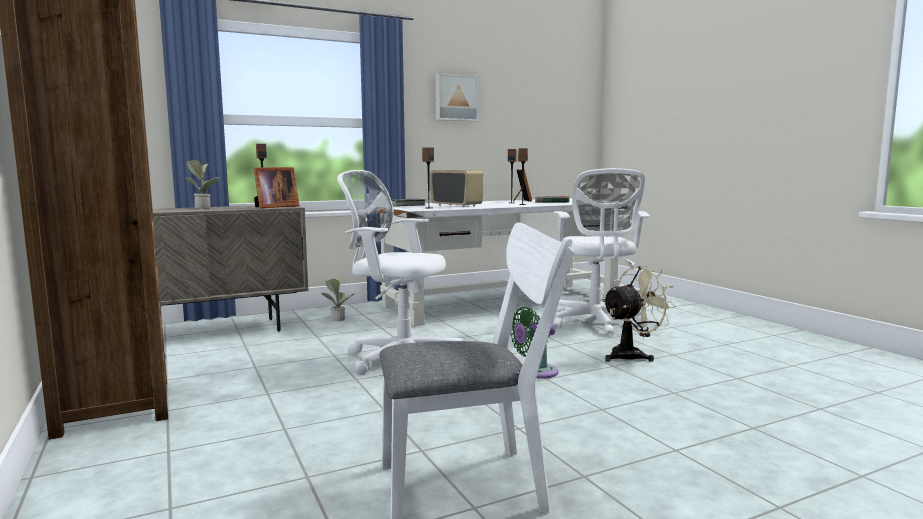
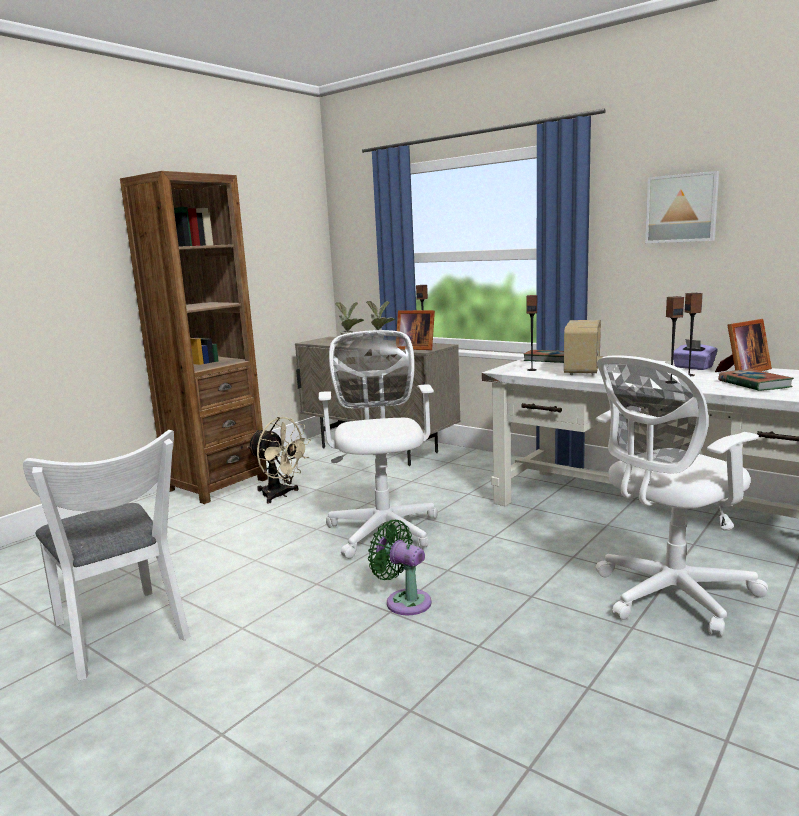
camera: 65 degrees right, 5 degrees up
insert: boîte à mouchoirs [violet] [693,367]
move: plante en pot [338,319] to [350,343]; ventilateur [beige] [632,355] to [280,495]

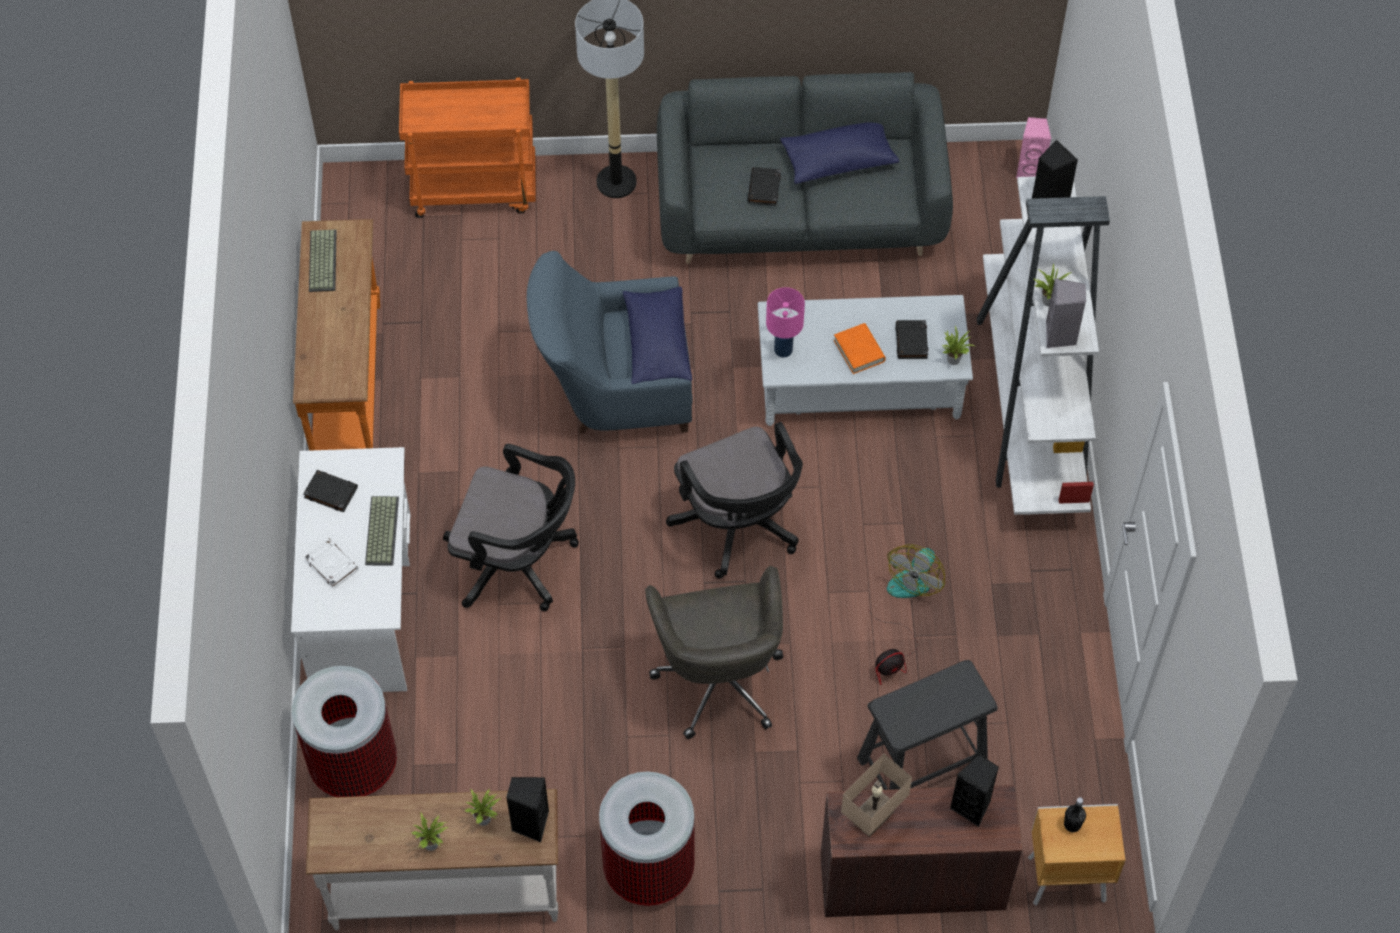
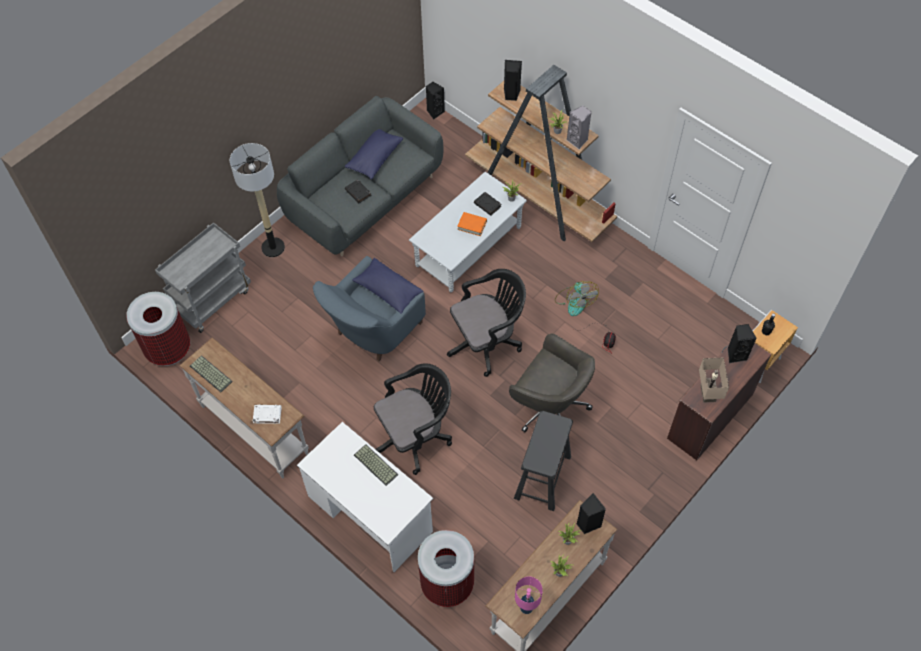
camera: 45 degrees left, 0 degrees up
delete: livre [noir] [330,493]
move: livre [blanc] [331,565] to [267,415]; poubelle [649,869] to [168,349]; lampe de table [rose] [783,350] to [526,608]; tabouret [noir] [923,765] to [542,477]
recolor: table console [orange] [350,387] to table console [blanc] [255,429]; chariot [orange] [475,189] to chariot [gris] [213,299]; bibliothèque [blanc] [1031,403] to bibliothèque [marron] [539,199]; enceinte [rose] [1030,169] to enceinte [noir] [435,112]
rotate: chaise de bureau [noir] [739,527] = [487,341] 45 degrees counterclockwise

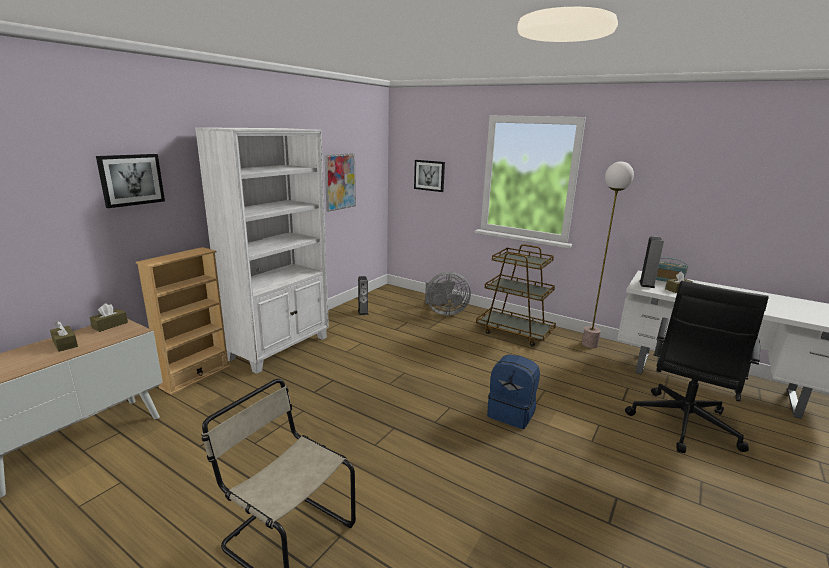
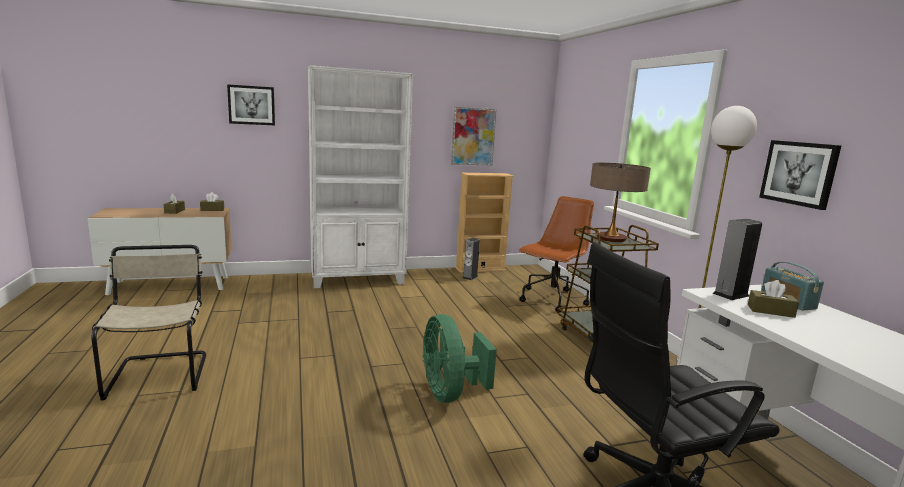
camera: 40 degrees right, 5 degrees down
insert: lampe de table [611,239]
move: bibliothèque [beige] [195,377] to [480,269]; tableau [429,175] to [799,173]
replace: ventilateur [gris] [444,312] to chaise de bureau [marron] [552,300]; sac à dos [bleu] [512,413] to ventilateur [vert] [450,393]

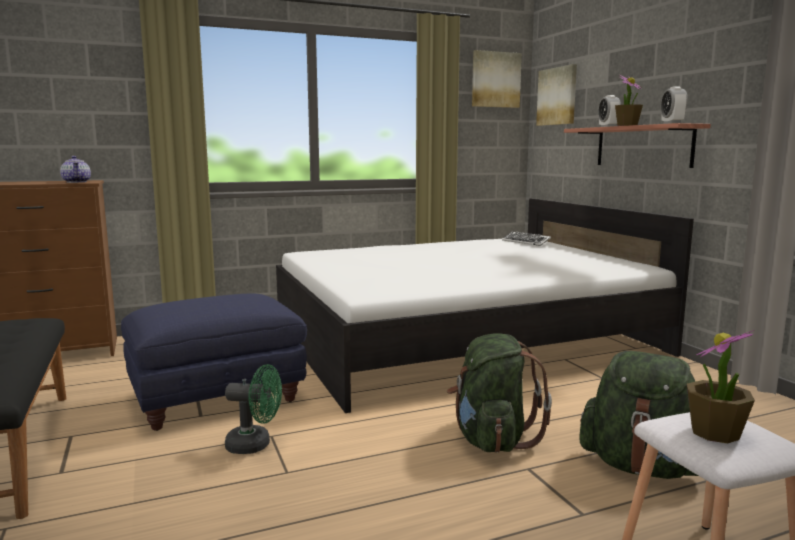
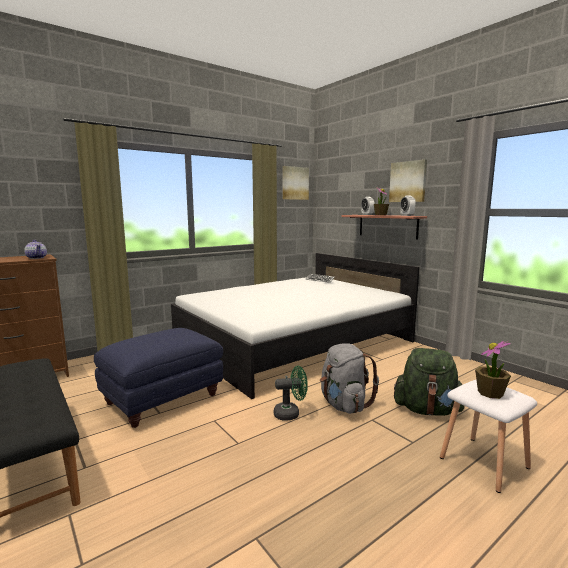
camera: 15 degrees left, 0 degrees up
move: ventilateur [vert] [255,445] to [291,413]; tableau [557,96] to [408,181]
recolor: sac à dos [vert] [492,439] to sac à dos [gris] [344,405]

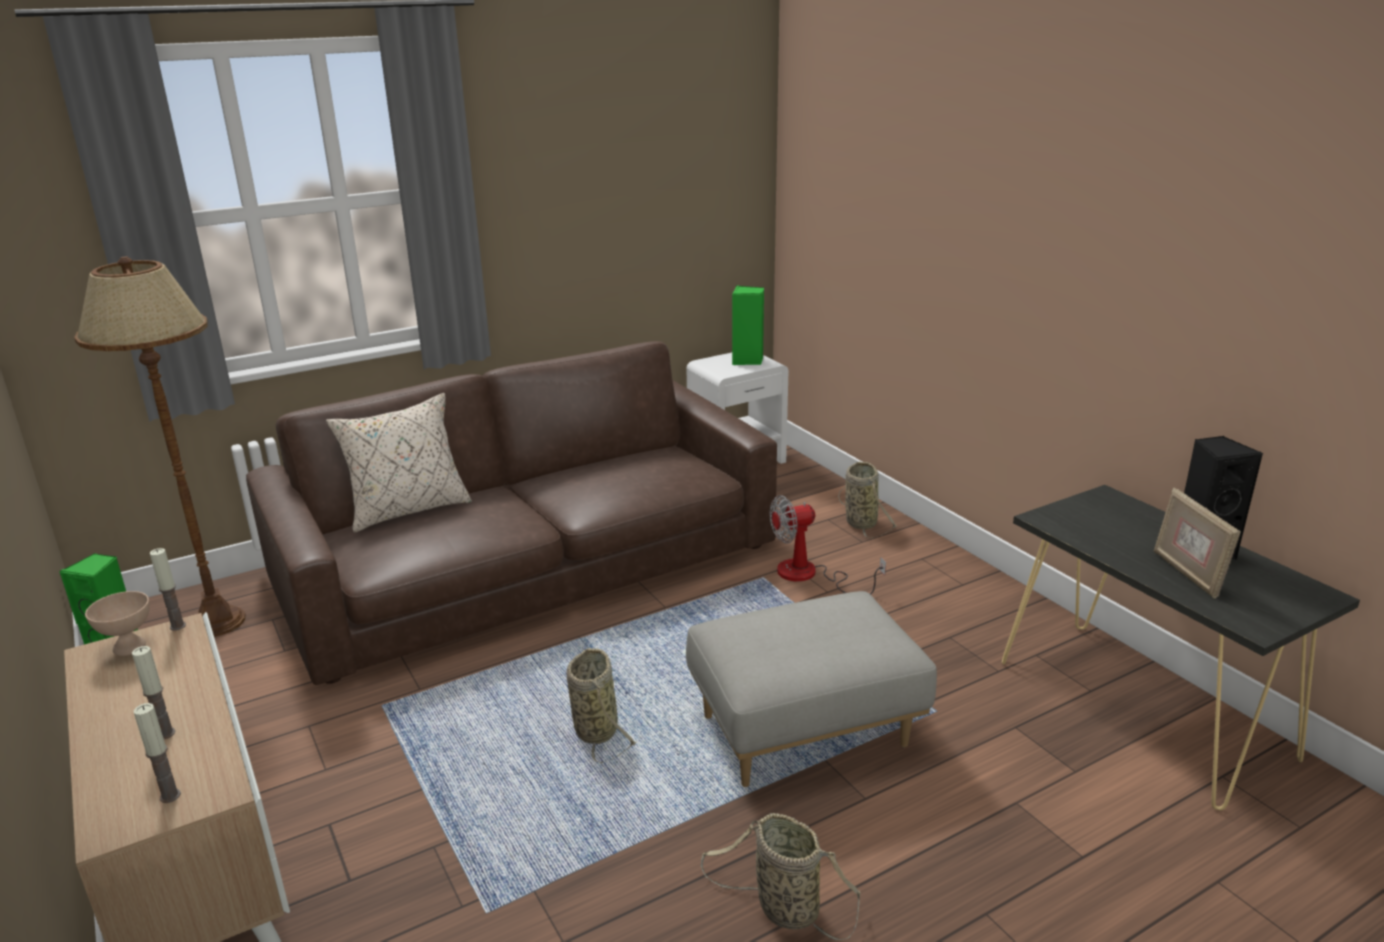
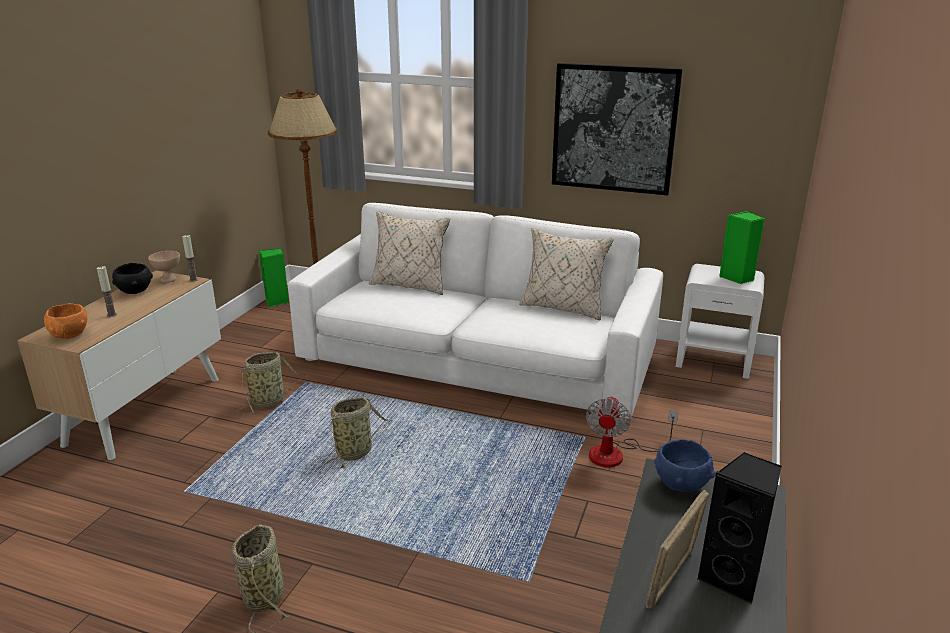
camera: 50 degrees right, 0 degrees up
delete: pouf [gris] [804,732]
insert: bol [noir] [134,292]; coussin [beige] [563,307]; tableau [614,129]; bol [bleu] [680,485]
move: panier [860,521] to [270,401]
replace: bougie [170,796] to bol [orange] [69,336]
recolor: canapé [marron] [530,566] to canapé [blanc] [477,356]
rotate: ventilateur [810,575] = [617,454] 105 degrees counterclockwise

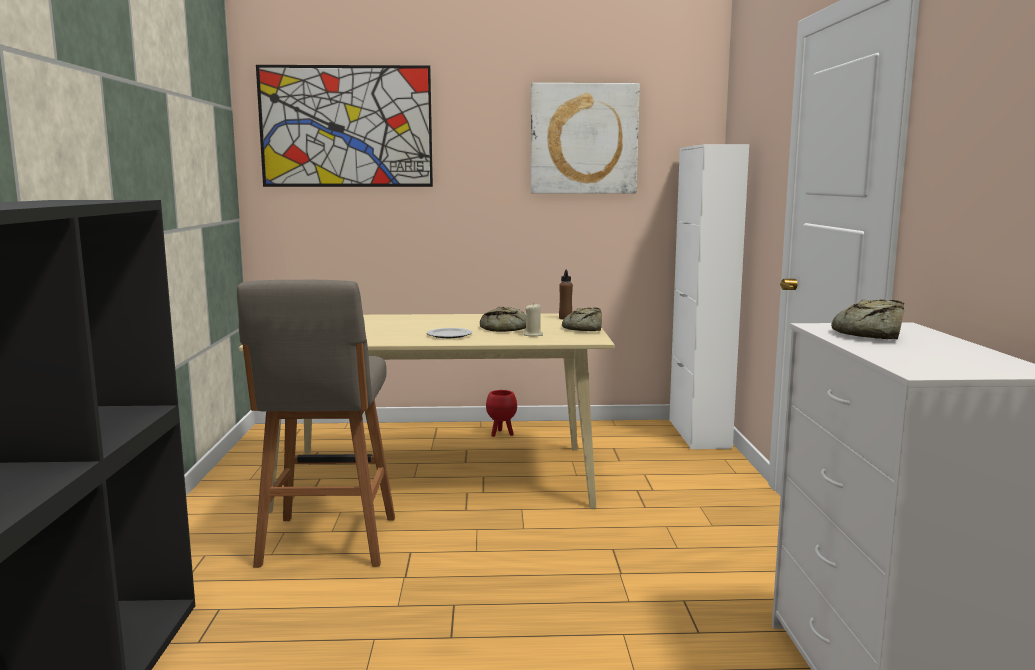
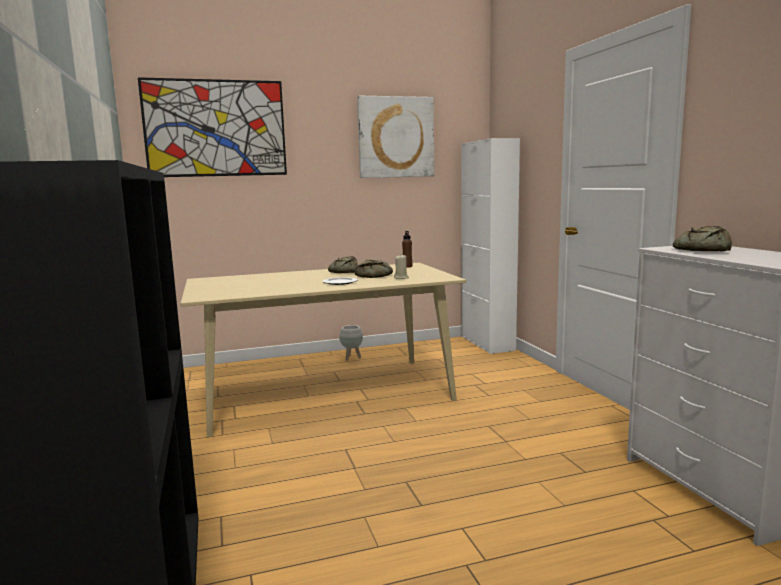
camera: 15 degrees left, 0 degrees up
delete: tabouret [gris] [327,543]
move: pain [584,328] to [344,272]
recolor: cache-pot [rouge] [501,434] to cache-pot [blanc] [352,358]

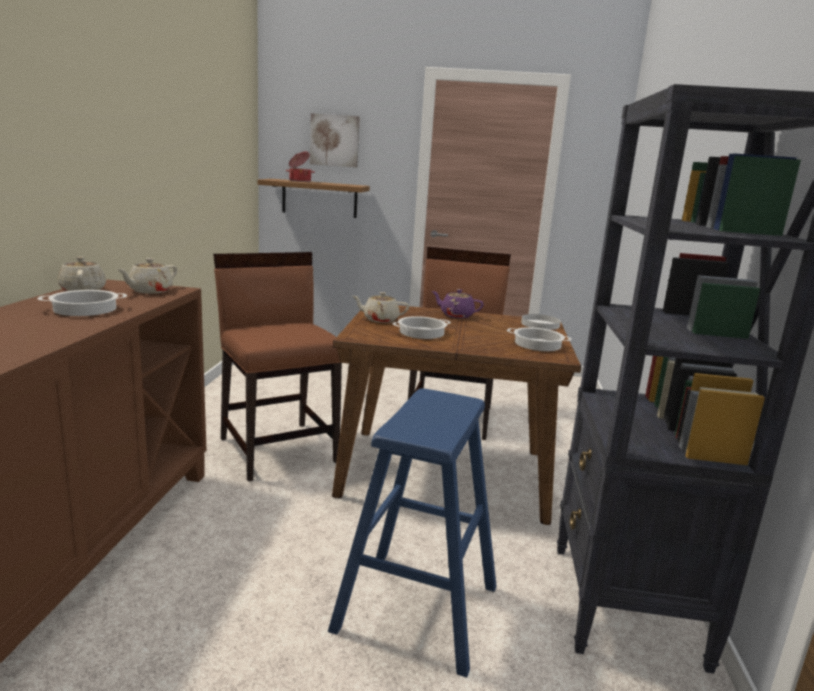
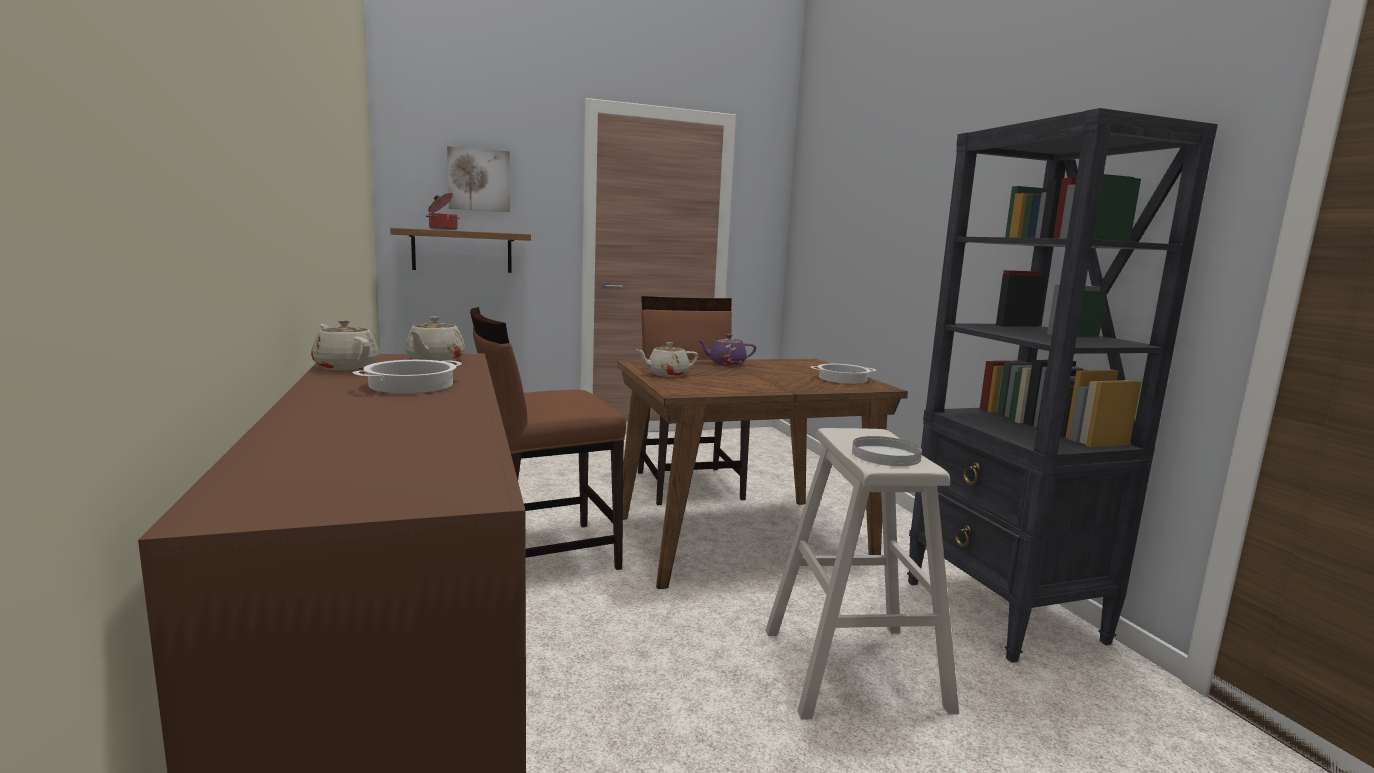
camera: 25 degrees left, 5 degrees down
delete: marmite [421,332]
move: assiette [blanc] [540,324] to [886,455]
recolor: tabouret [bleu] [417,608] to tabouret [beige] [854,669]
rotate: chaise [marron] [278,449] = [543,554] 60 degrees counterclockwise

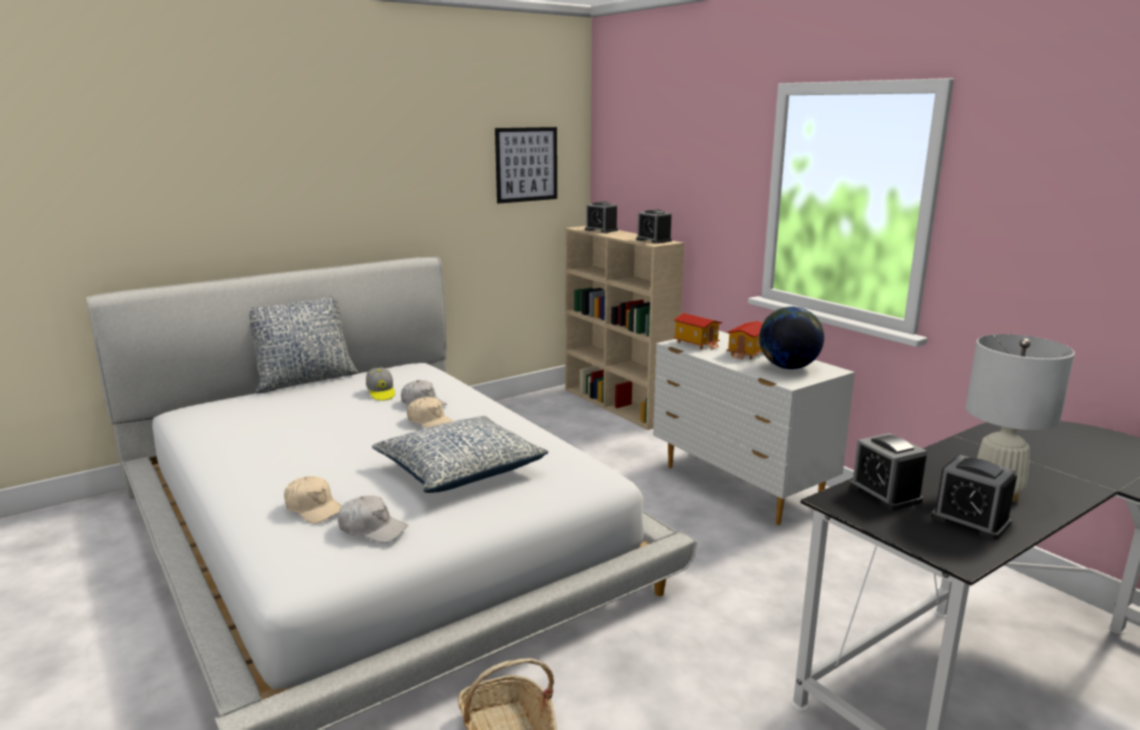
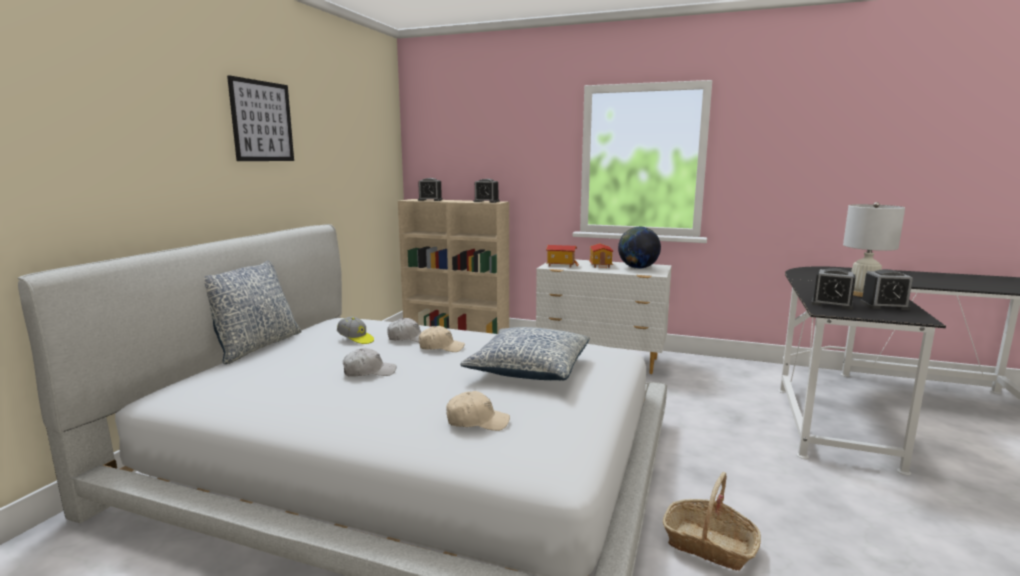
camera: 35 degrees left, 5 degrees down
move: casquette [blanc] [372,529] to [369,372]; tableau [526,164] to [262,121]

